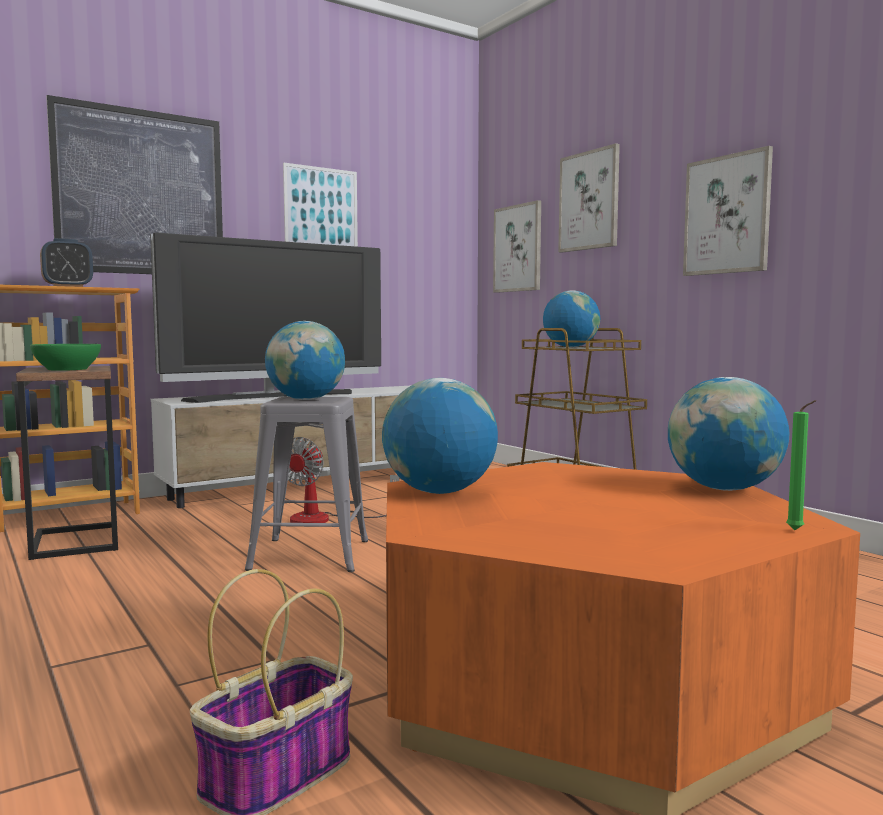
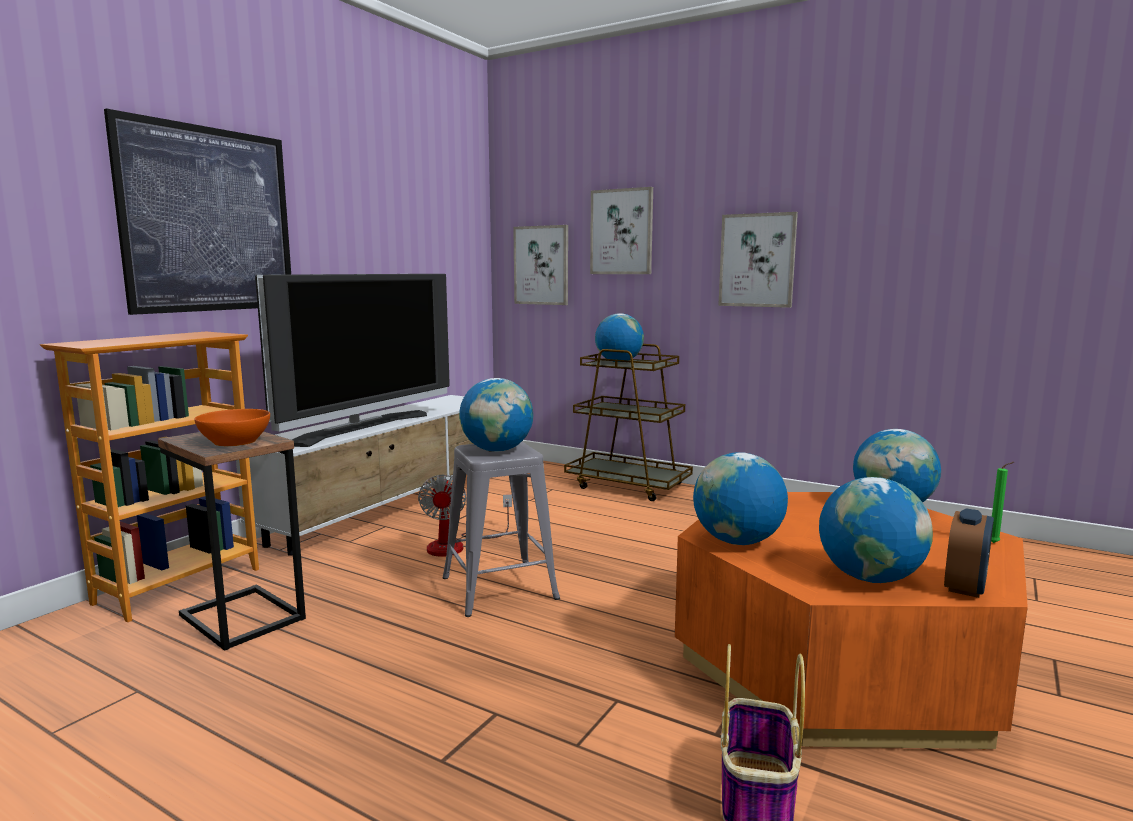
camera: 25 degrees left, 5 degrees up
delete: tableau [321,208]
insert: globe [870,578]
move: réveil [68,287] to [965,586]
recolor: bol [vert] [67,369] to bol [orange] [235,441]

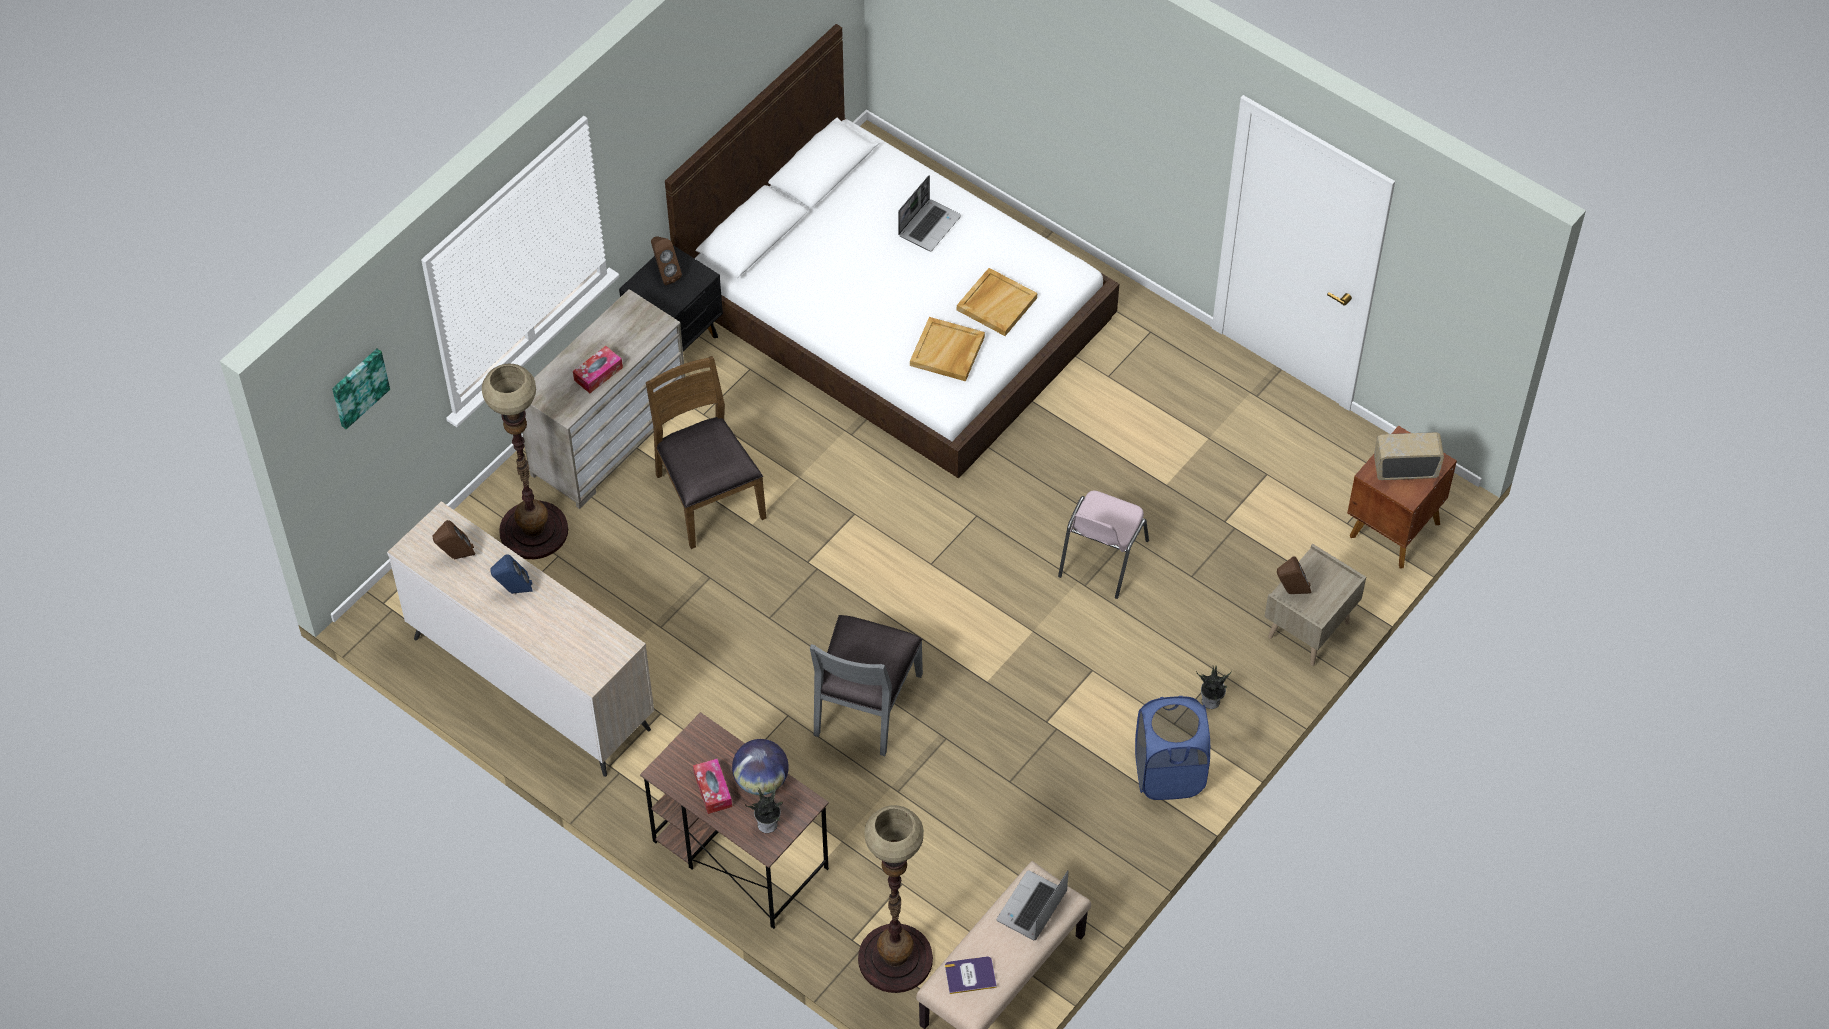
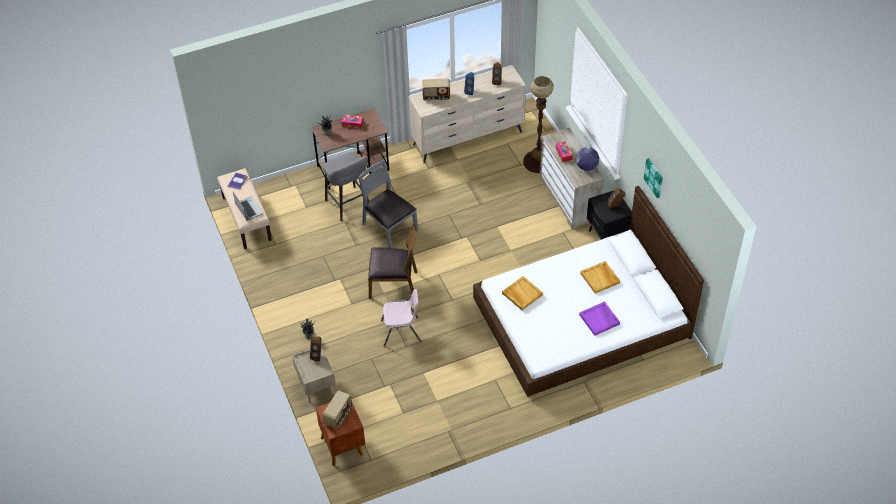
camera: 120 degrees right, 5 degrees down
delete: lampadaire [895,958]; panier à linge [bleu] [1169,774]
insert: tabouret [gris] [349,205]; radio [436,97]
move: tableau [358,387] to [654,177]; chaise [marron] [708,496] to [393,284]; globe [761,781] to [586,167]; plateau [beige] [996,303] to [600,278]
replace: ordinateur portable [929,225] to plateau [violet] [599,319]
rotate: chaise [rose] [1101,559] = [401,331] 120 degrees clockwise

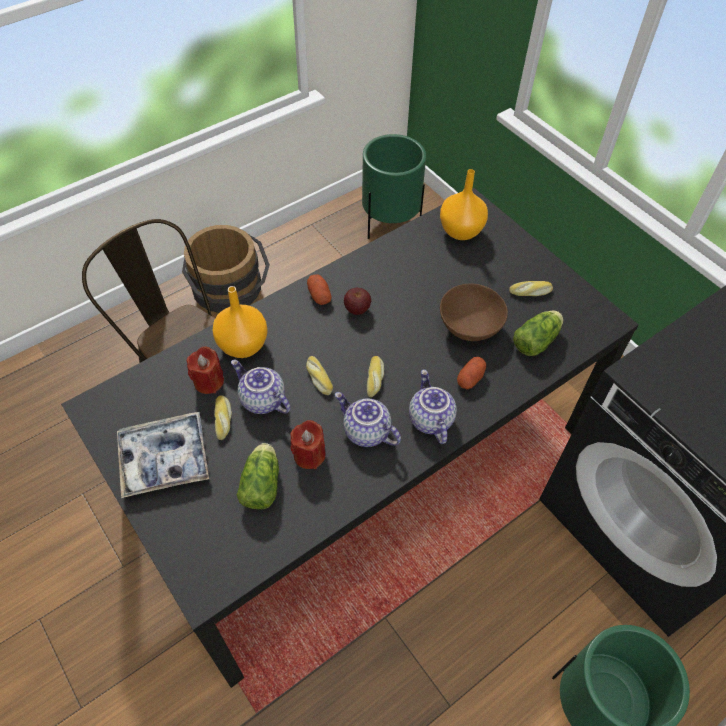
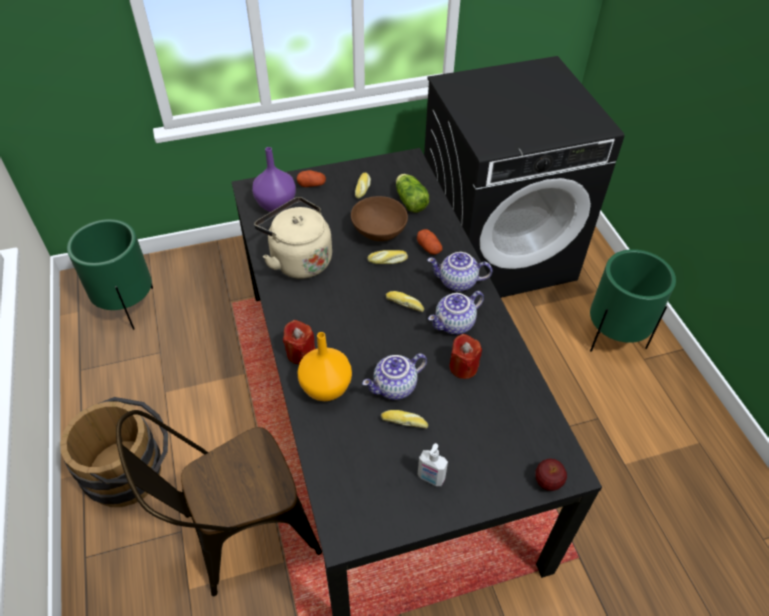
camera: 70 degrees left, 5 degrees down
delete: laitue [262,482]
insert: bouilloire [beige] [298,260]
move: bougie [rouge] [208,381] to [300,353]; pain [318,378] to [387,261]; pomme de terre [319,295] to [311,184]; pomme [357,309] to [547,482]
replace: plateau [165,459] to distributeur de savon [430,478]
recolor: vase [orange] [460,231] to vase [violet] [276,205]

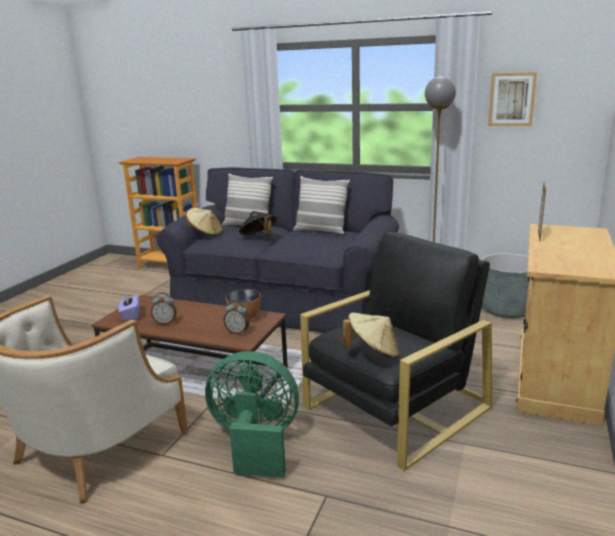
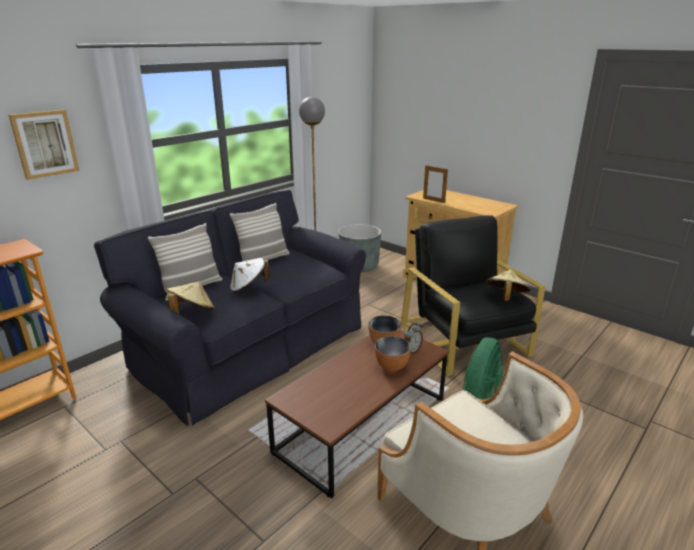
camera: 70 degrees left, 5 degrees up
delete: boîte à mouchoirs [violet] [130,316]; réveil [165,322]
insert: bol [391,366]
move: tableau [512,99] to [45,143]
recolor: chapeau [noir] [259,237] to chapeau [blanc] [248,287]

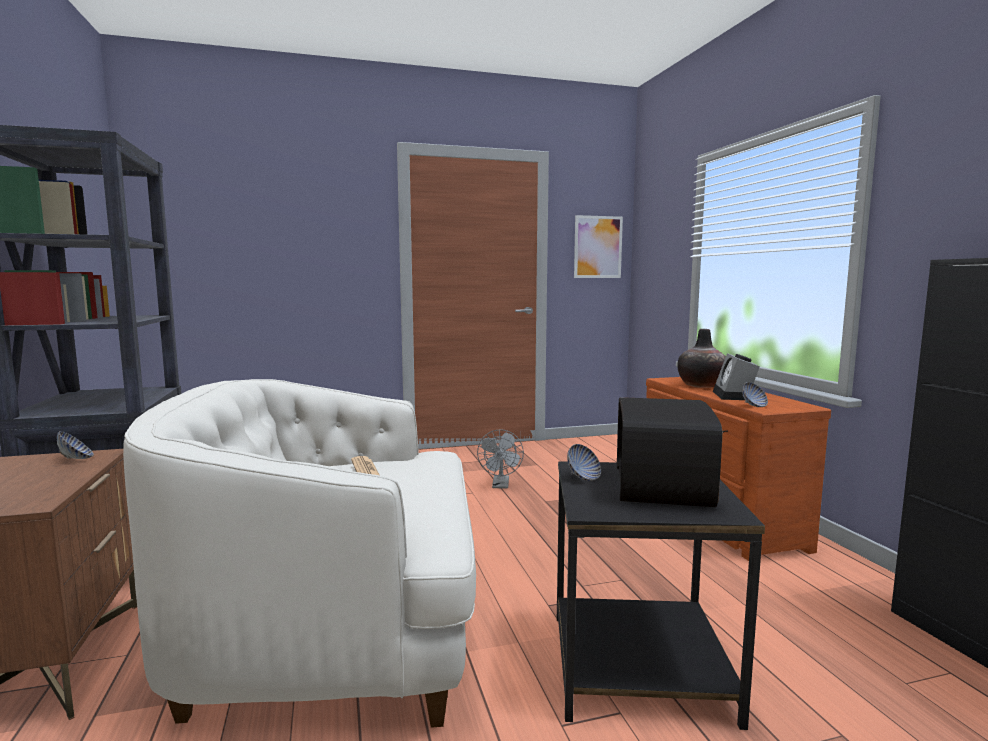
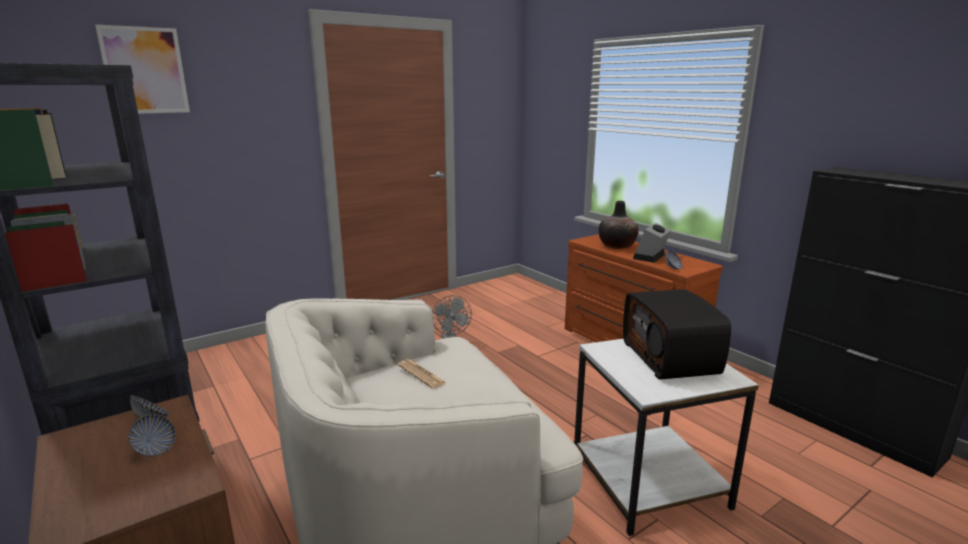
camera: 20 degrees left, 10 degrees up
move: bol [583,477] to [155,449]; tableau [598,247] to [145,70]
recolor: table d'appoint [noir] [641,667] to table d'appoint [blanc] [651,482]
rotate: réveil [734,396] = [650,257] 45 degrees clockwise

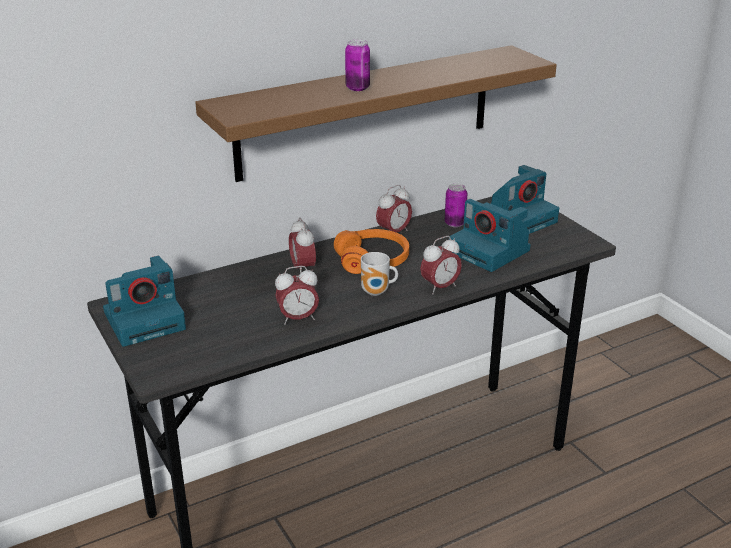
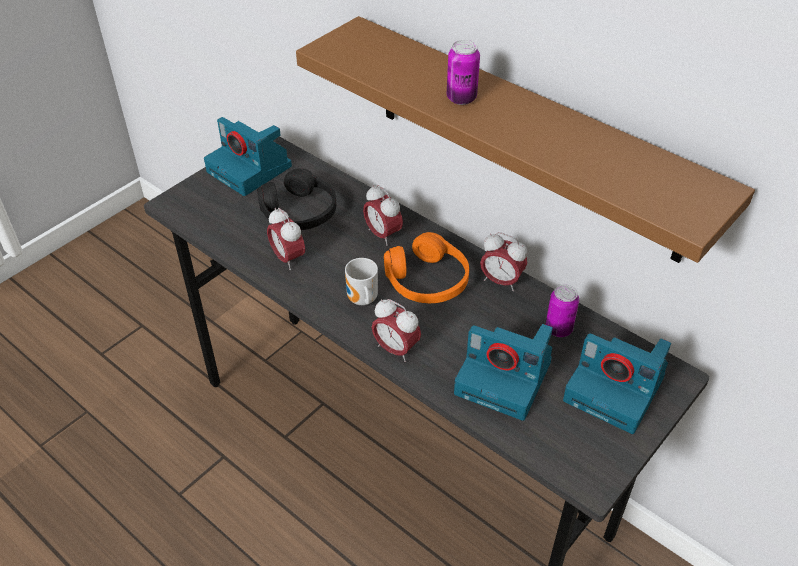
camera: 70 degrees right, 15 degrees up
insert: casque audio [noir] [299,212]
rotate: réveil [303,269] = [383,235] 90 degrees counterclockwise; appareil photo [491,251] = [505,378] 90 degrees counterclockwise

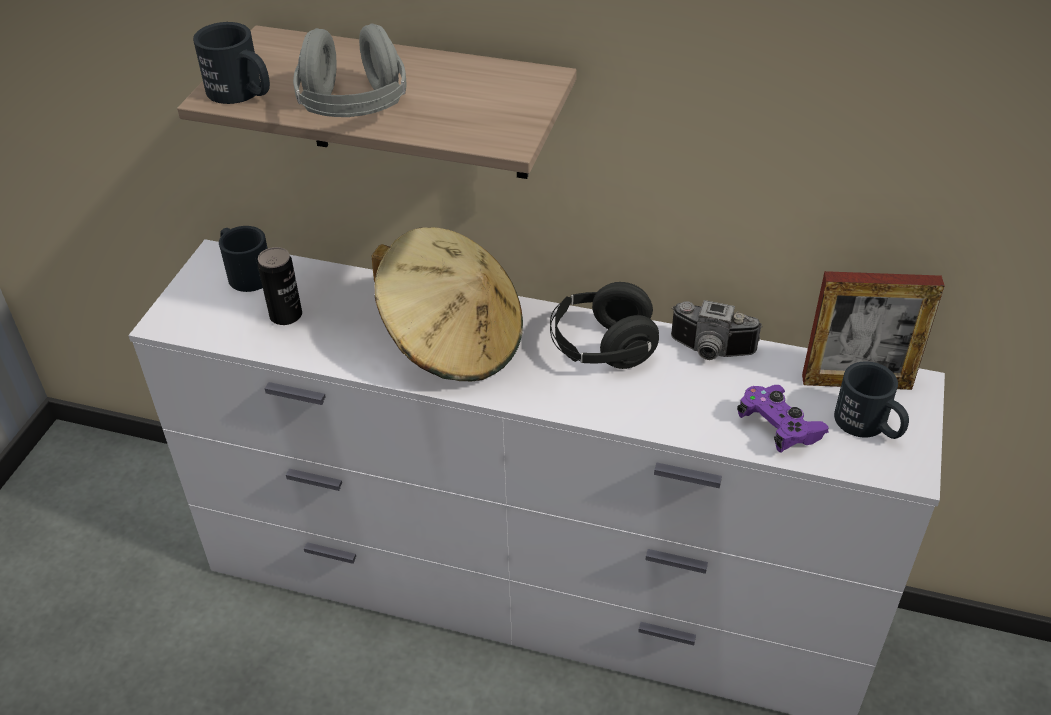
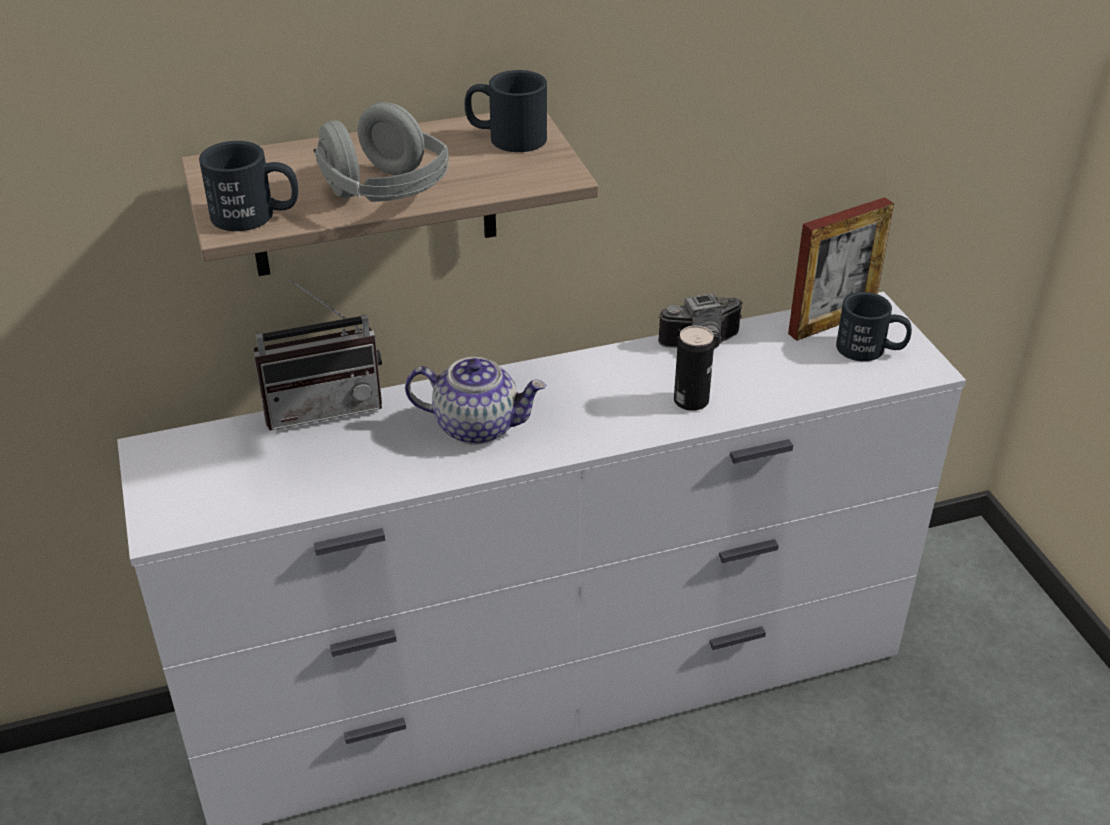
camera: 35 degrees left, 5 degrees down
delete: casque audio [noir] [602,348]; manette [violet] [778,427]
insert: radio [323,406]
move: mug [noir] [245,272] to [506,137]; boîte métallique [286,315] to [691,401]
replace: chapeau [beige] [453,341] to théière [478,426]

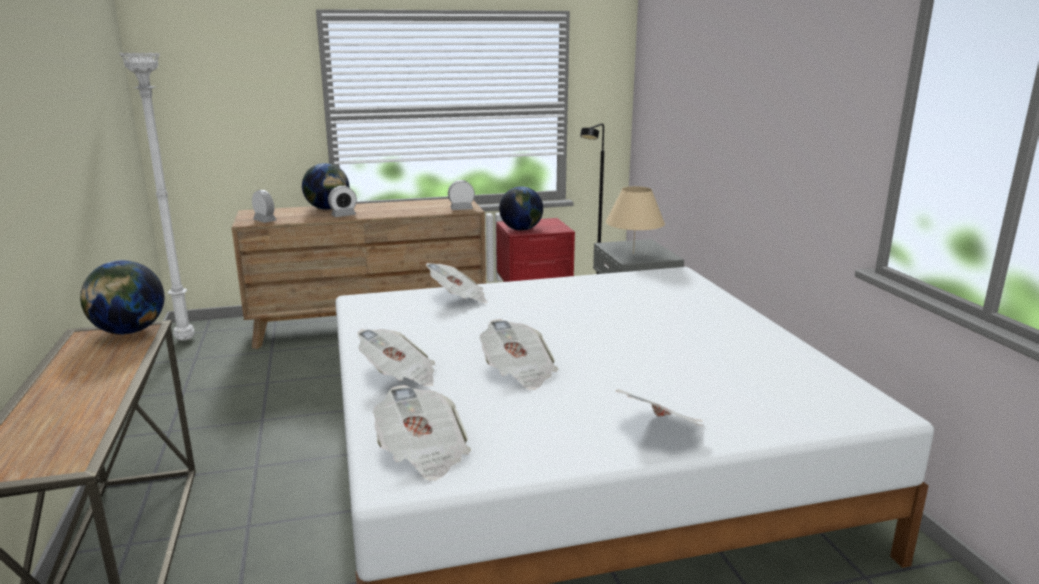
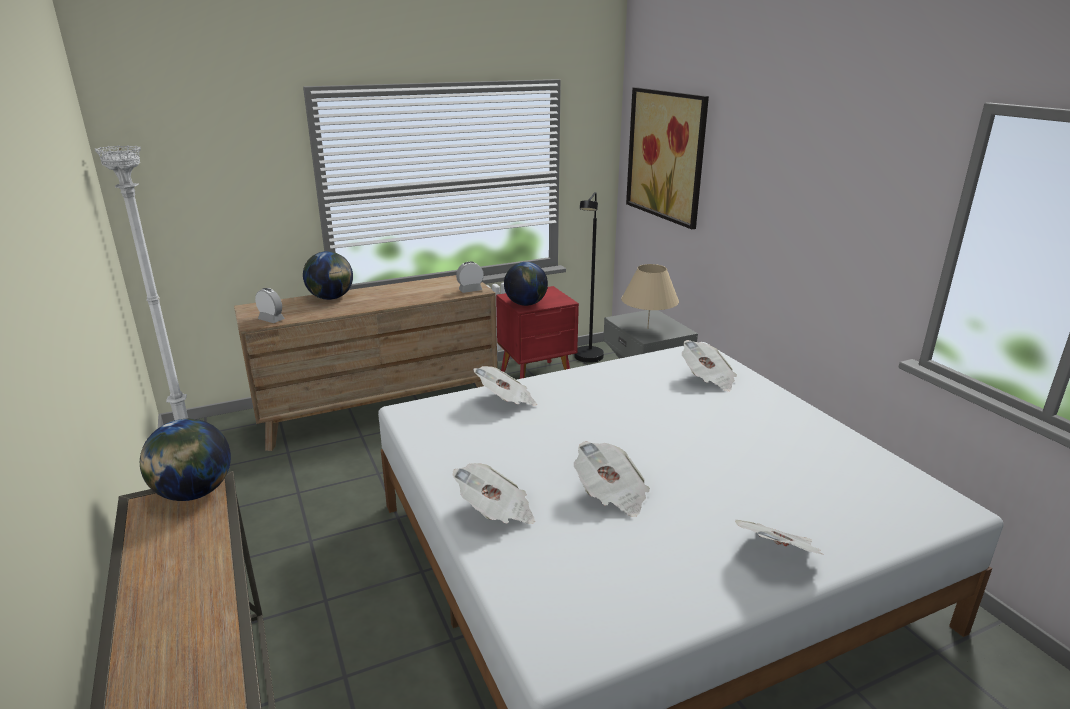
camera: 10 degrees left, 5 degrees up
delete: réveil [343,215]
insert: tableau [666,155]
move: journal [423,454] to [708,379]

